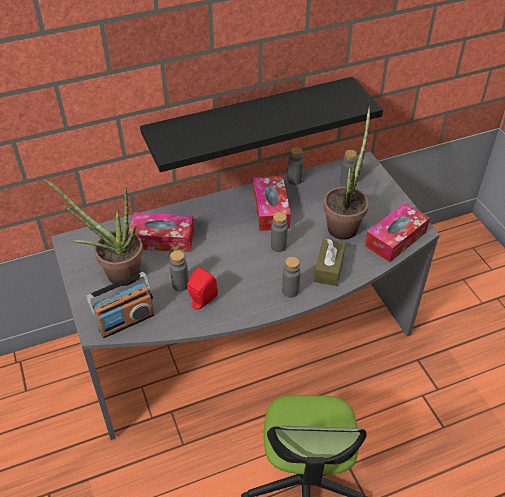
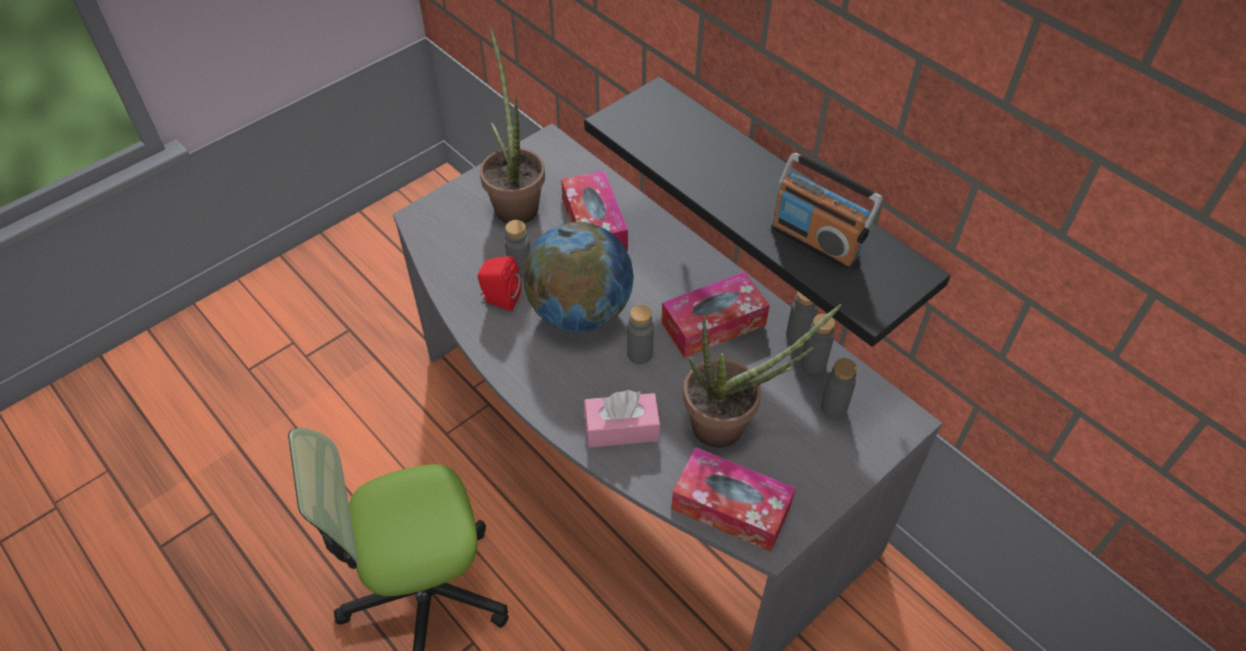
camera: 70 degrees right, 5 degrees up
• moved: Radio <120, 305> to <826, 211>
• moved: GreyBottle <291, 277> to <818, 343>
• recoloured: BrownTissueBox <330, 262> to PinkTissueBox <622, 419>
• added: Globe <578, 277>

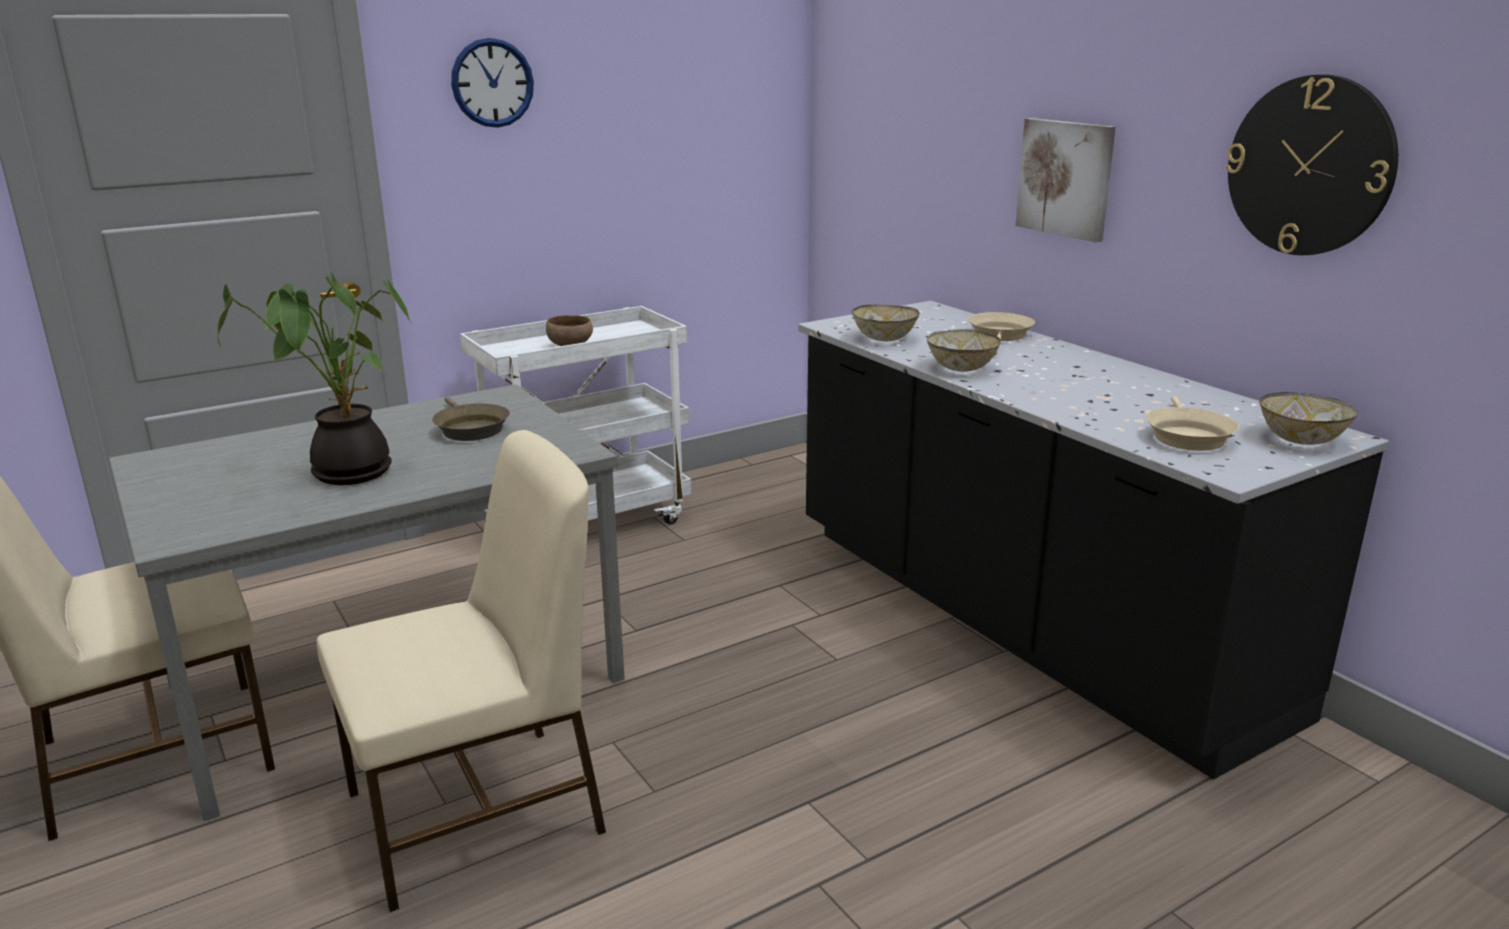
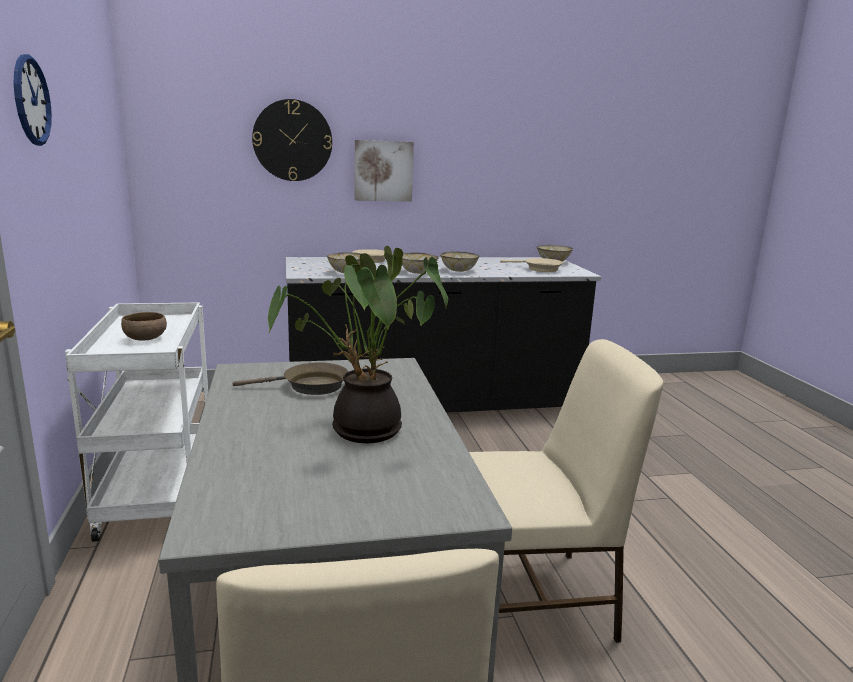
camera: 70 degrees left, 5 degrees down
• turned: BeigeChair <461, 671> = <566, 491> 90 degrees clockwise
• moved: WallClock <1312, 164> to <292, 140>
• added: Bowl <459, 261>

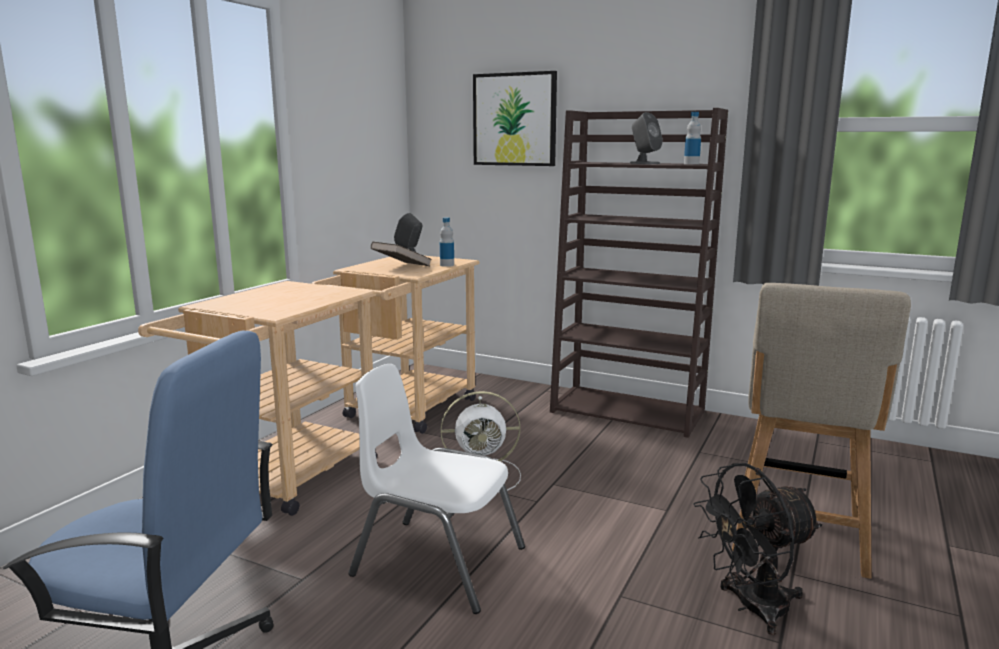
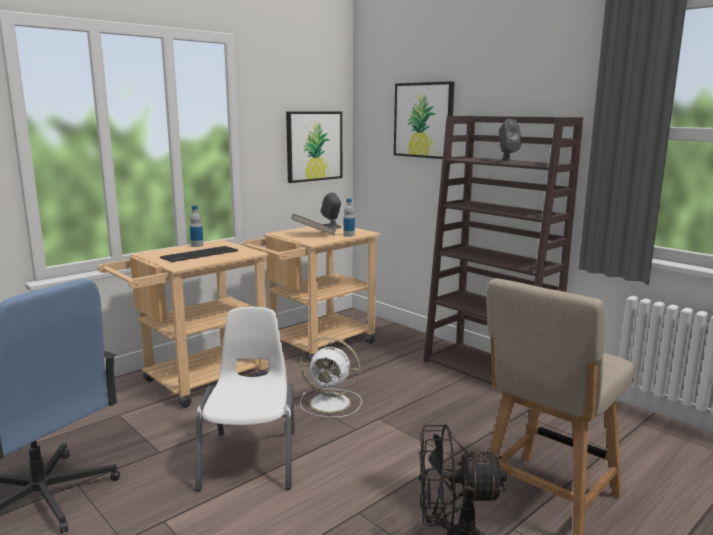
camera: 20 degrees right, 0 degrees up
• turned: WhiteChair <436, 489> = <245, 399> 45 degrees clockwise
• moved: Bottle <692, 138> to <196, 226>
• added: Keyboard <199, 254>
• added: Picture <314, 147>

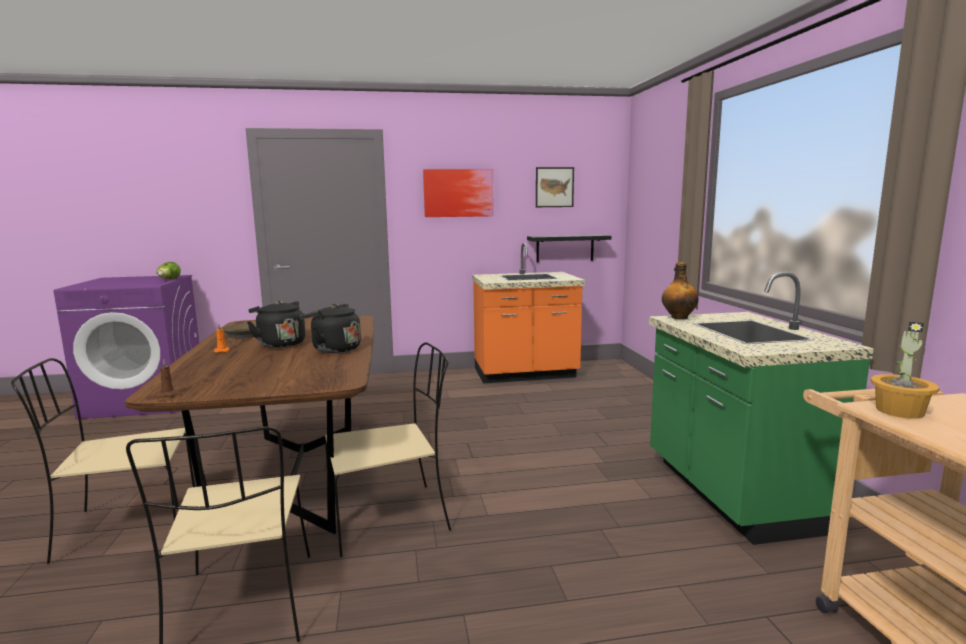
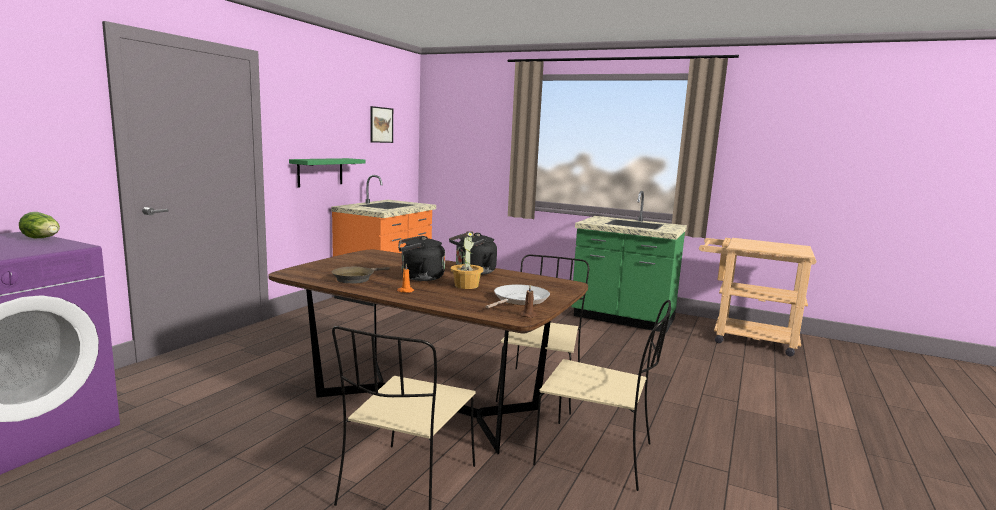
camera: 55 degrees left, 0 degrees up
• removed: Picture <458, 193>
• removed: BlackShelf <569, 248>
• removed: Bottle <680, 291>
• moved: PottedPlant <905, 370> to <467, 260>
• added: GreenShelf <327, 173>
• added: FryingPan <518, 296>

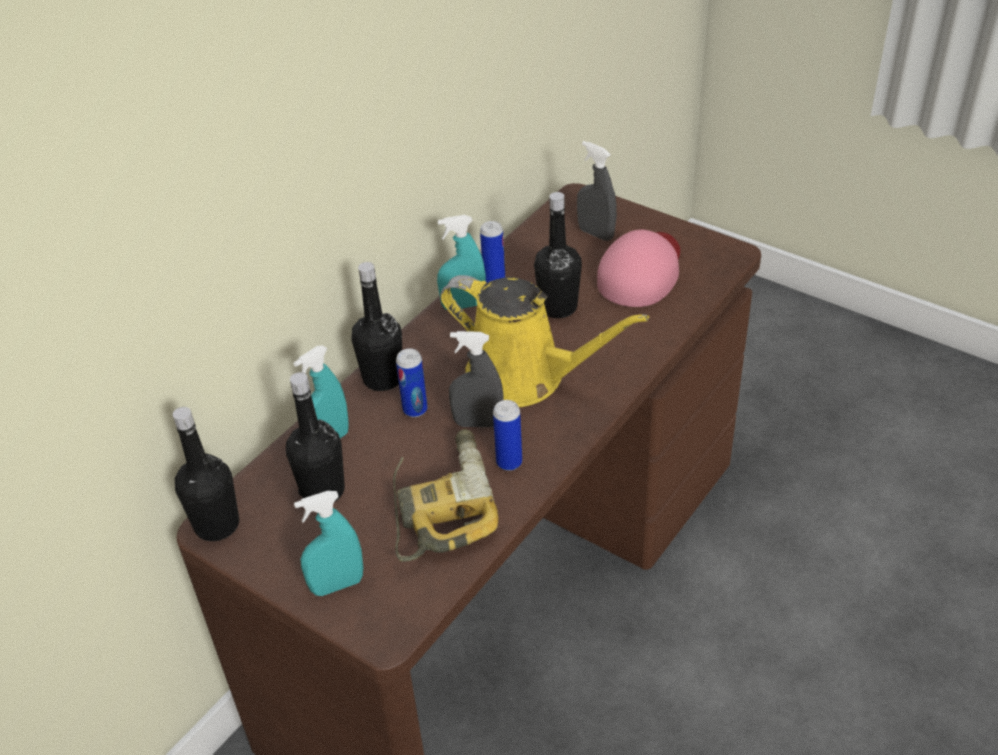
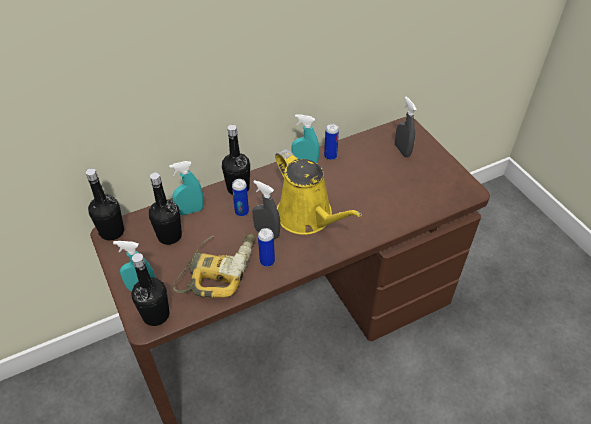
camera: 25 degrees right, 5 degrees up
• moved: BlackBottle <558, 255> to <150, 289>
• removed: PinkCap <638, 268>

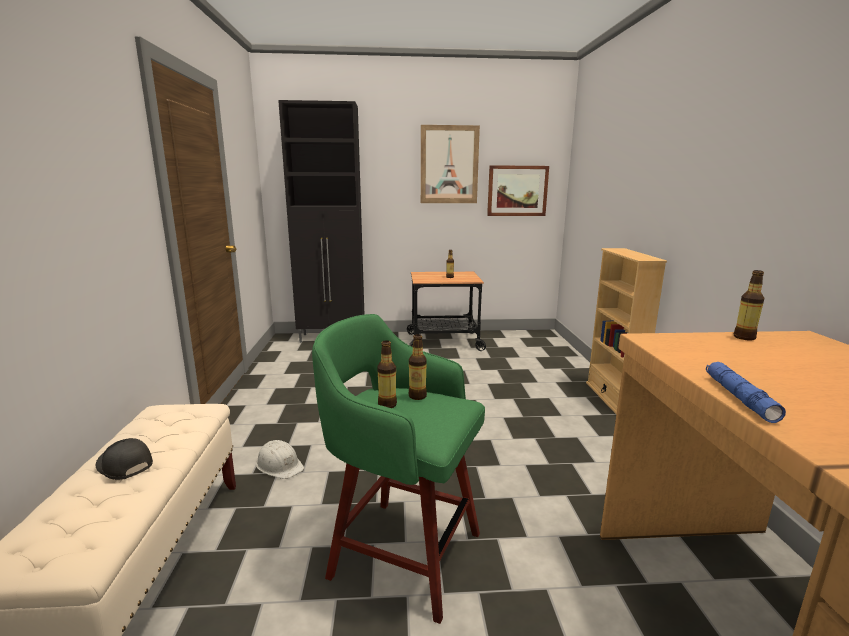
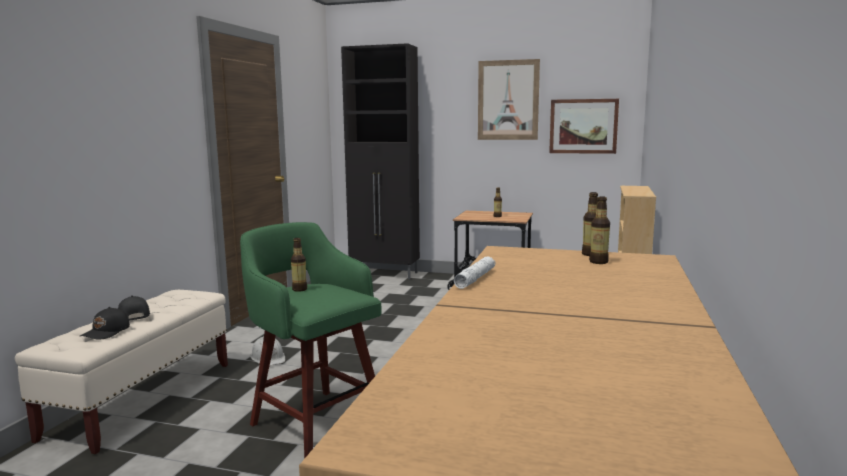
camera: 20 degrees right, 5 degrees down
• moved: Bottle <418, 367> to <599, 230>
• recoloured: BlueFlashlight <746, 392> to WhiteFlashlight <475, 272>
• added: BlackCap <105, 323>

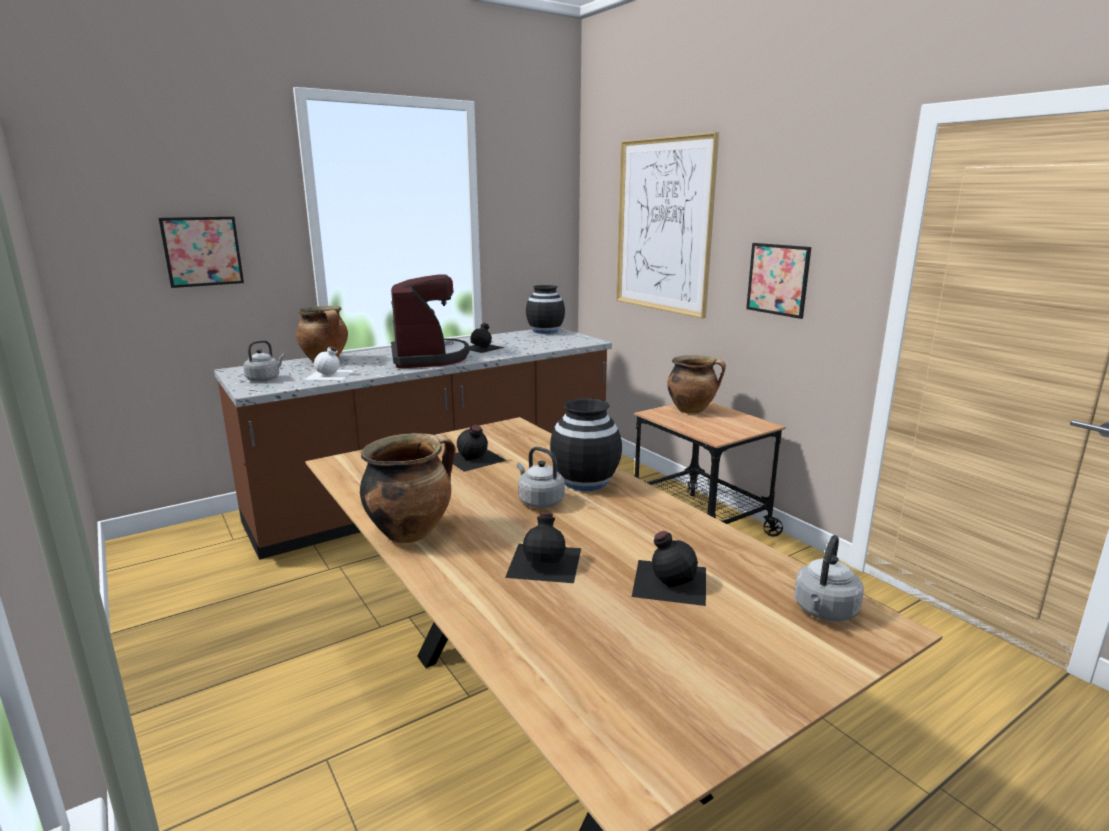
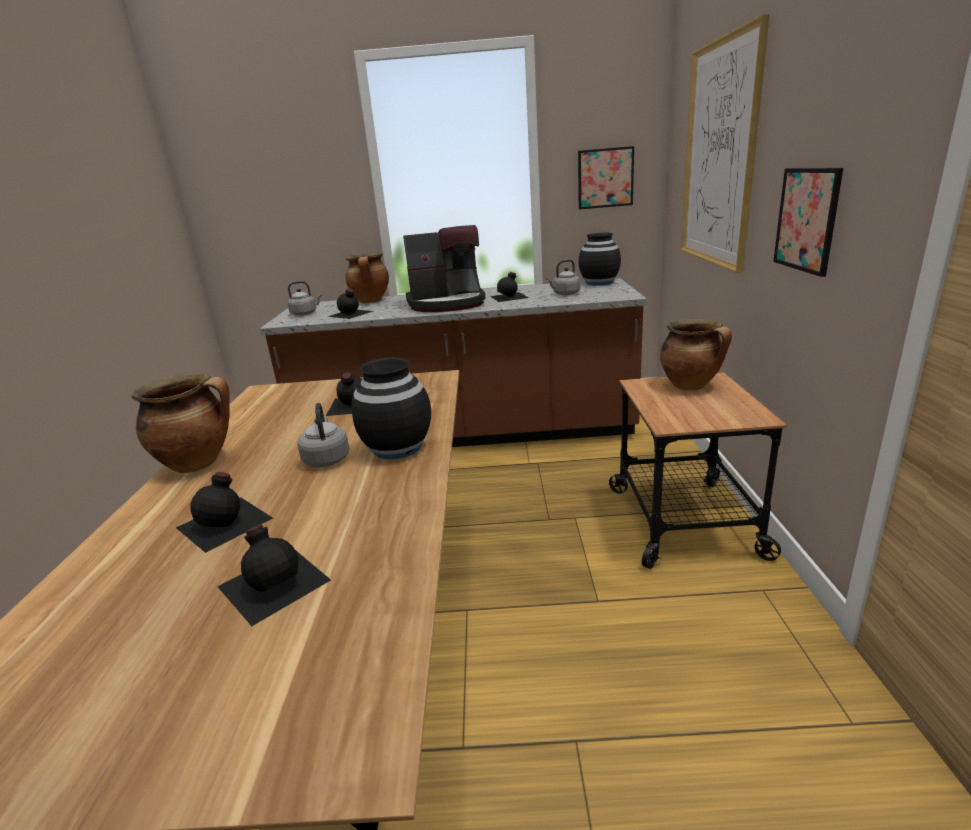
camera: 35 degrees right, 5 degrees up
• moved: Picture <201, 252> to <606, 177>
• recoloured: WhiteBottle <329, 363> to BlackBottle <350, 303>
• turned: CoffeeMachine <430, 321> = <444, 268> 60 degrees clockwise
• moved: GreyKettle <829, 578> to <563, 277>

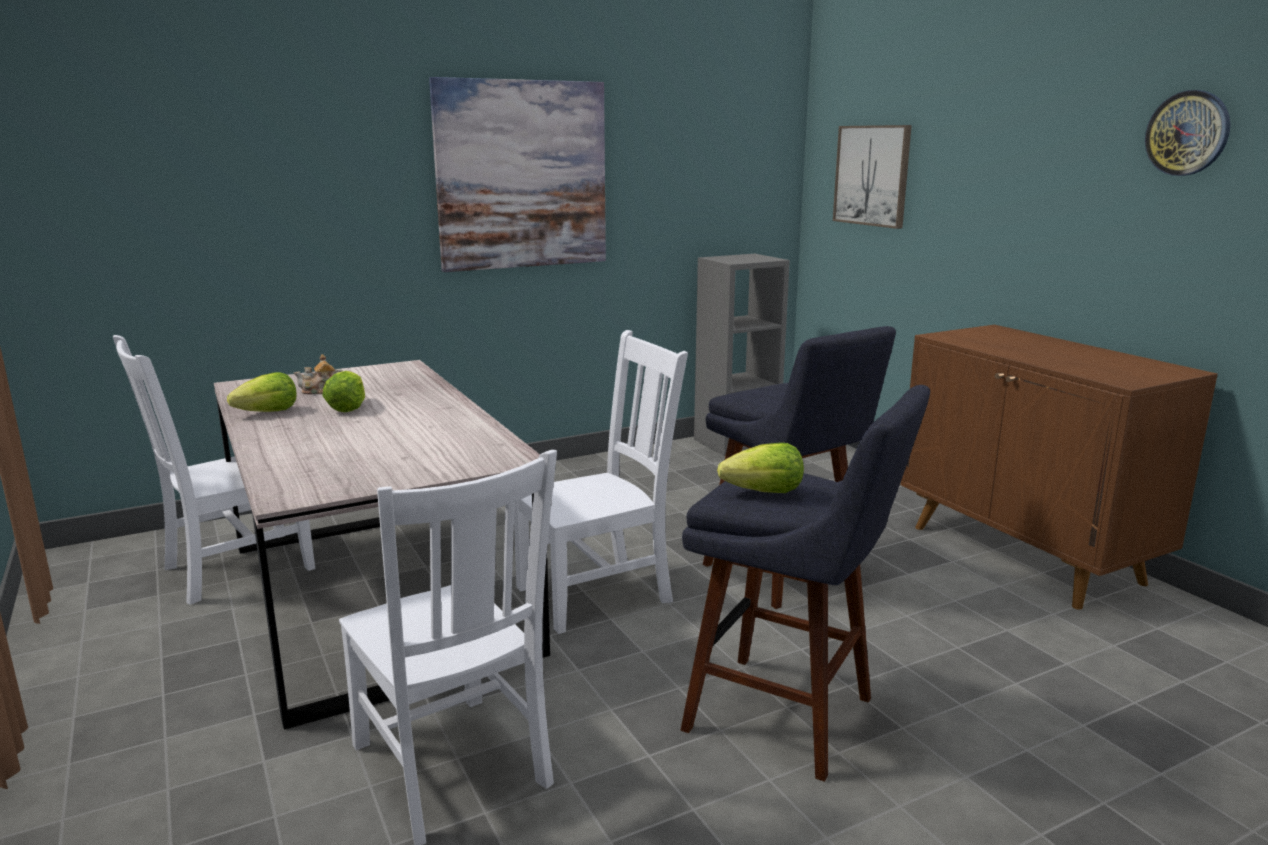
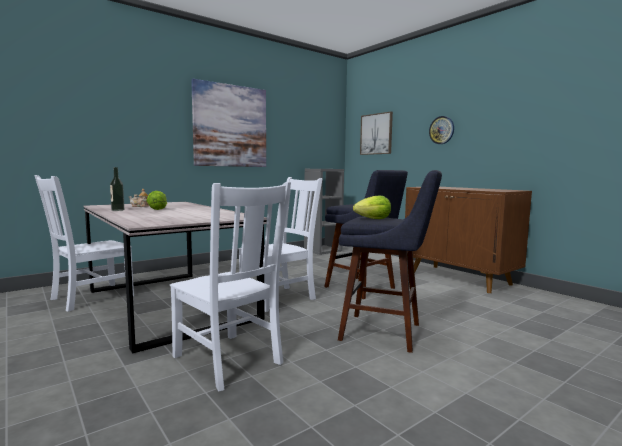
camera: 10 degrees left, 10 degrees down
• replaced: Lettuce <262, 392> to Bottle <117, 189>
• moved: WallClock <1187, 133> to <441, 130>

